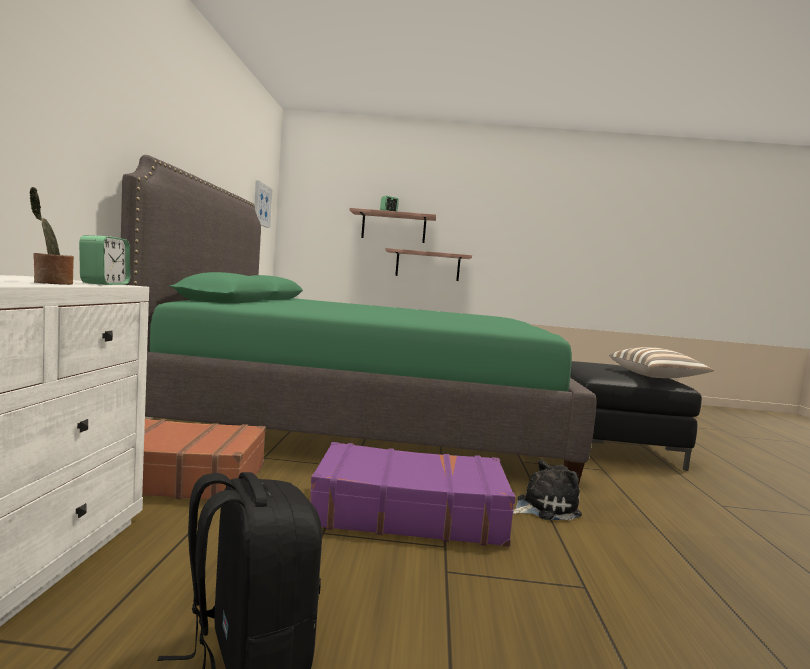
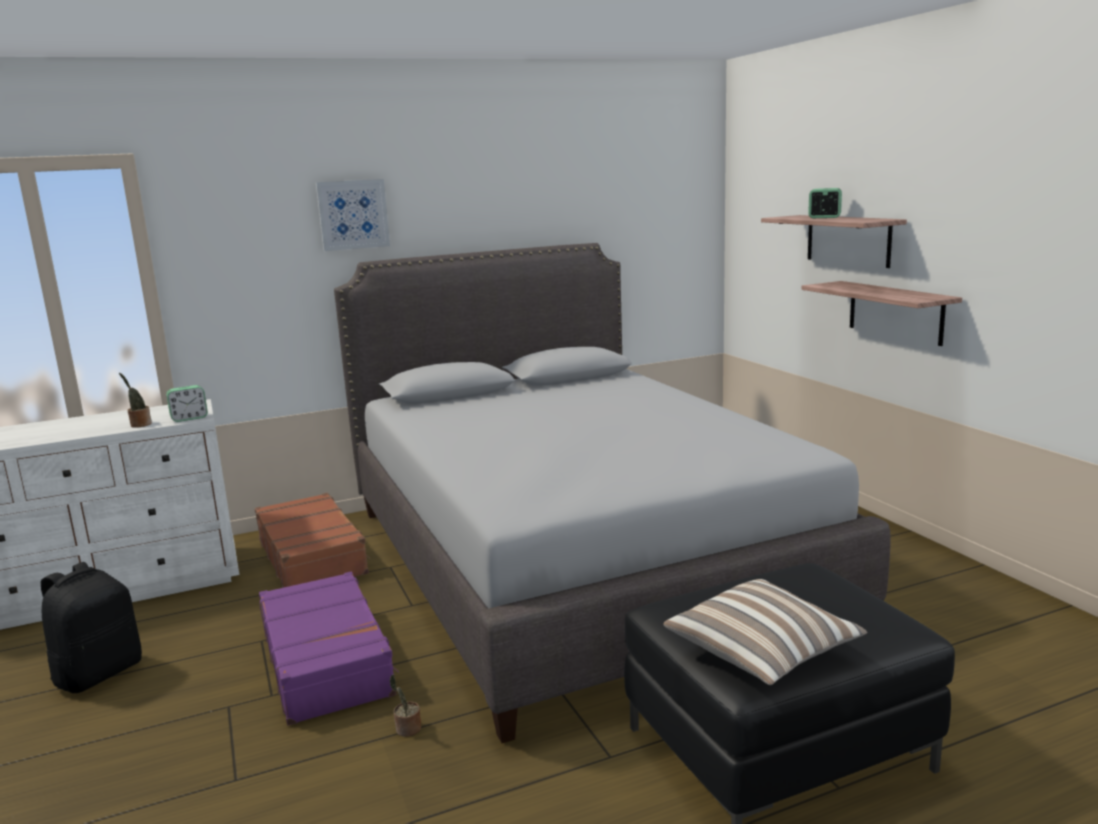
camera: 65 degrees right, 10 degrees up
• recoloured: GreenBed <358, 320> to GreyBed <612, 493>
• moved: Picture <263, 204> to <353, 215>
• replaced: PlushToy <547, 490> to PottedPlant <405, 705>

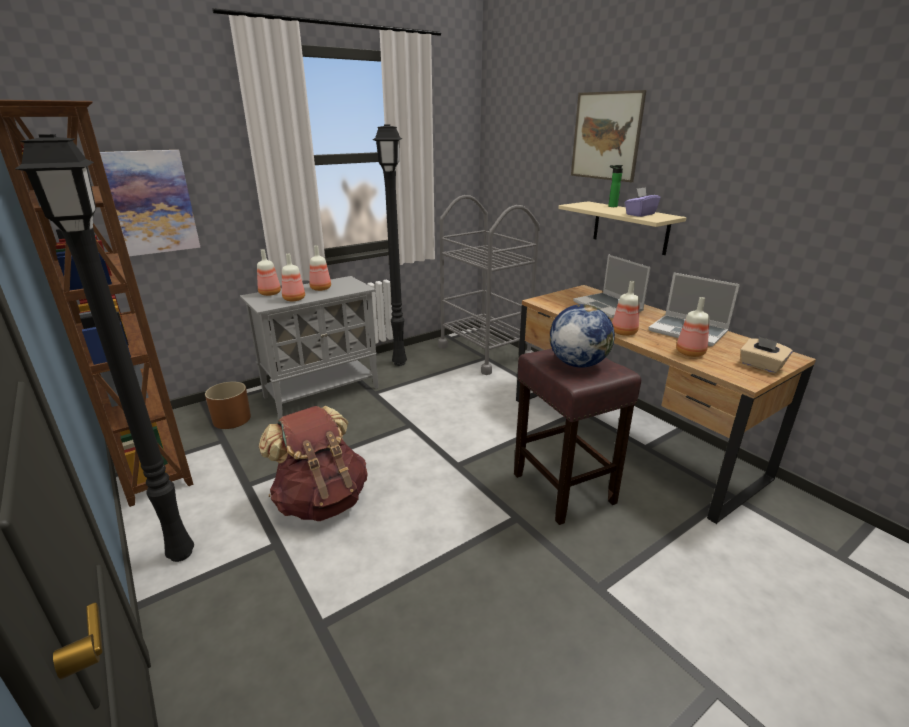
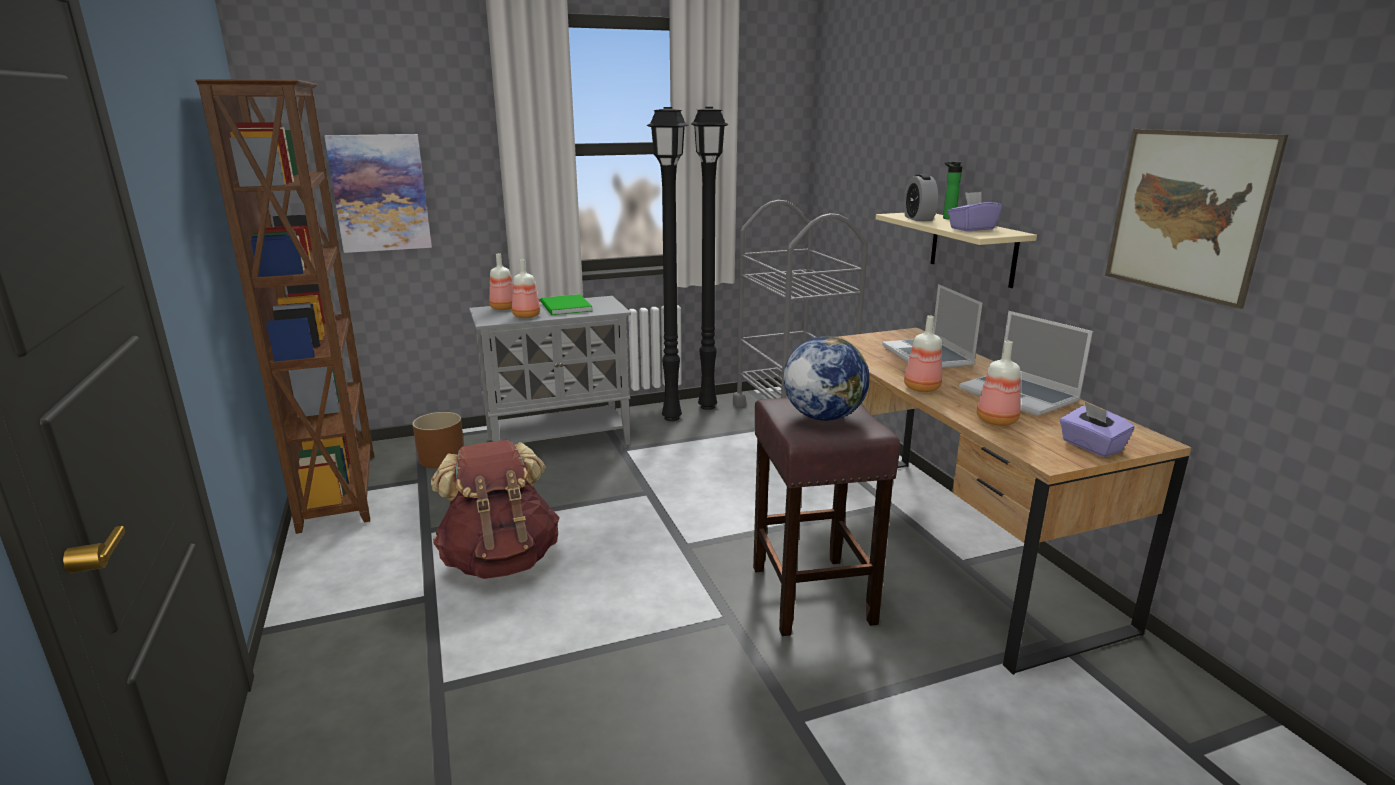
camera: 15 degrees right, 5 degrees down
• moved: BlackFloorLamp <104, 348> to <710, 258>
• replaced: Bottle <320, 268> to GreenBook <566, 304>
• moved: Picture <608, 136> to <1196, 219>
• recoloured: BeigeTissueBox <767, 355> to PurpleTissueBox <1097, 429>
• added: AlarmClock <921, 197>

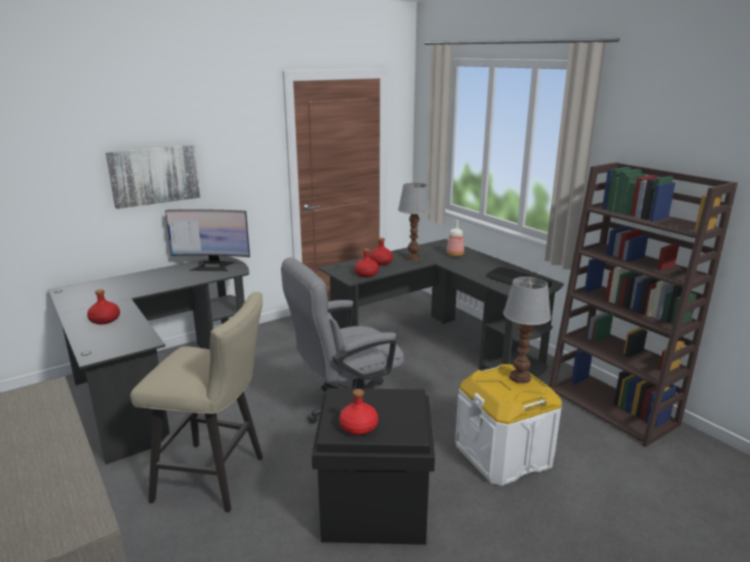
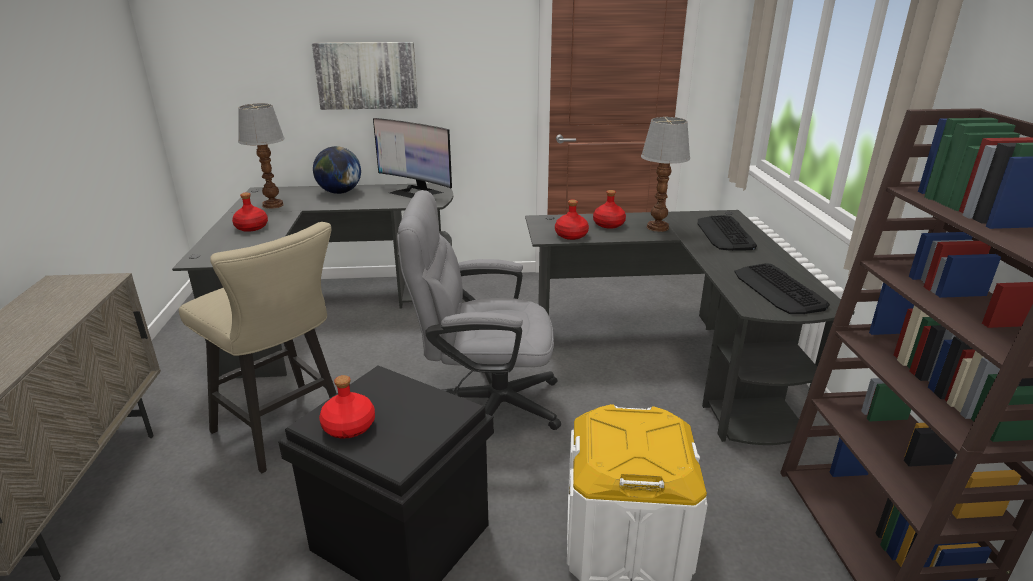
camera: 30 degrees right, 5 degrees up
• replaced: Bottle <455, 238> to Keyboard <727, 233>
• moved: TableLamp <527, 330> to <261, 156>
• added: Globe <337, 170>

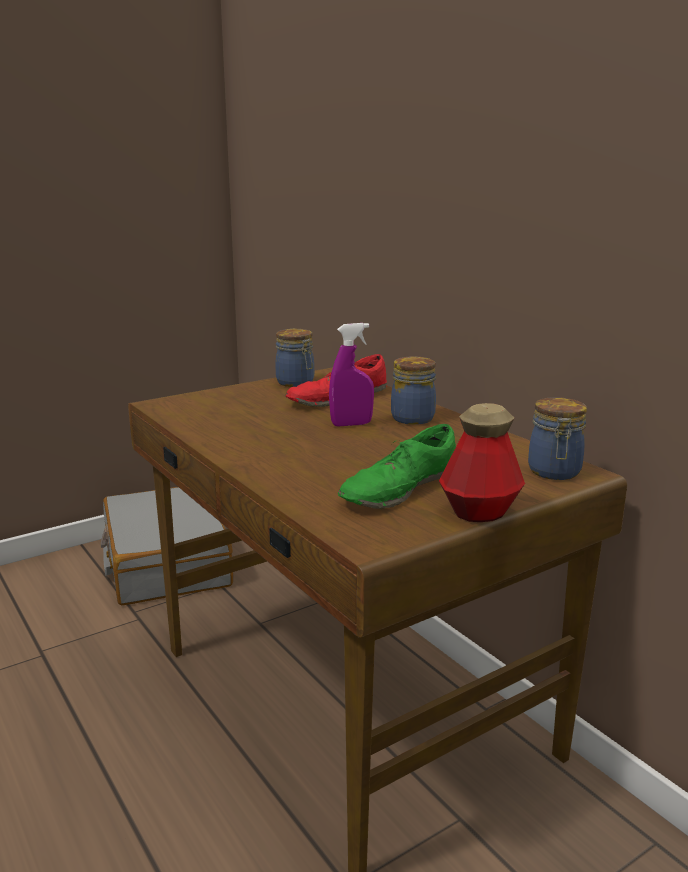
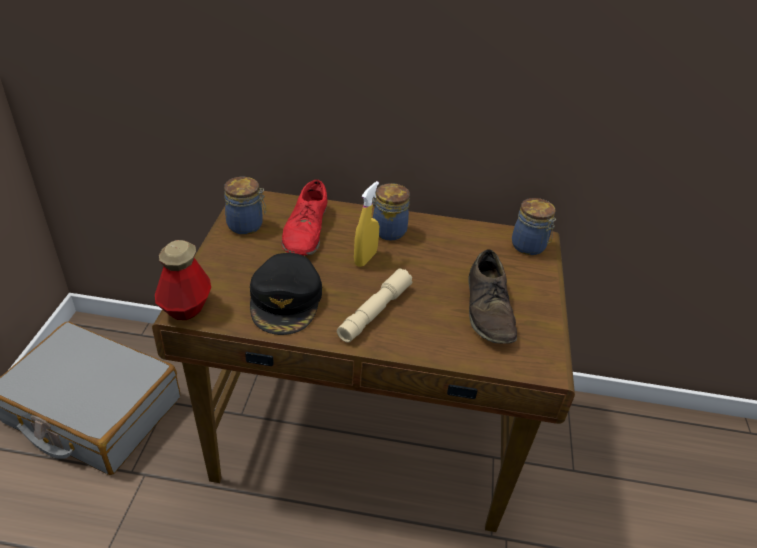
camera: 50 degrees left, 20 degrees up
• recoloured: PurpleSprayBottle <351, 375> to YellowSprayBottle <366, 224>
• recoloured: GreenShoe <397, 466> to BrownShoe <492, 296>
• moved: Bottle <482, 462> to <183, 280>
• added: BlackCap <286, 294>
• added: BeigeFlashlight <374, 305>

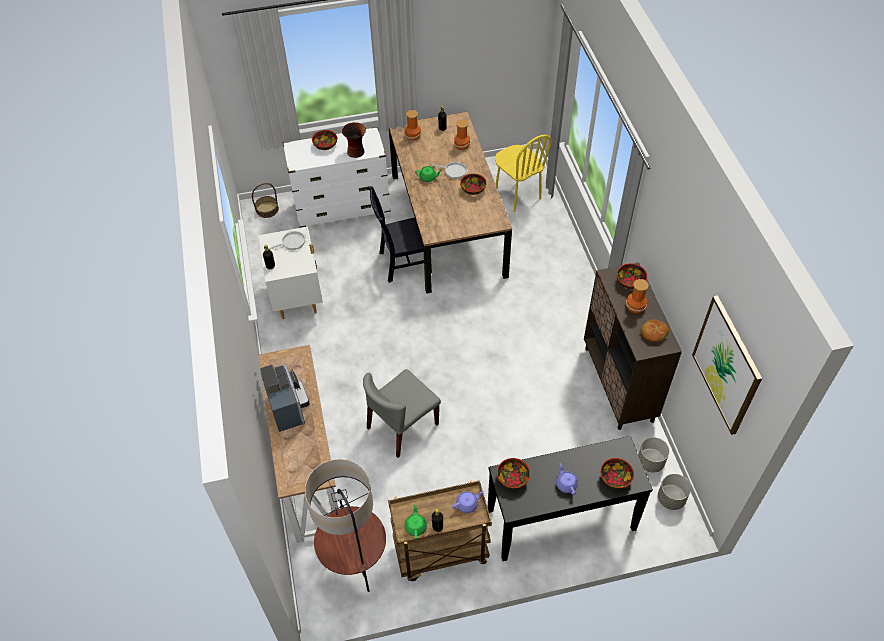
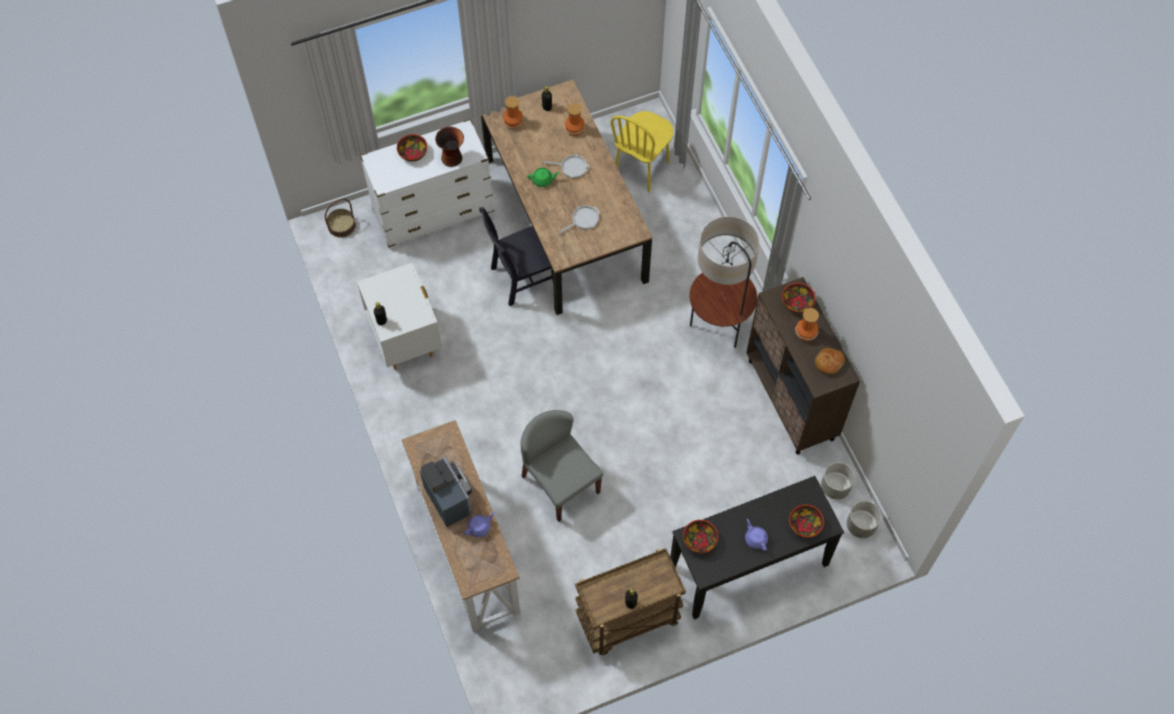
camera: 10 degrees left, 10 degrees up
• moved: FryingPan <287, 240> to <579, 219>
• moved: FloorLamp <345, 525> to <724, 282>
• turned: GreyChair <402, 413> = <562, 466> 105 degrees clockwise
• removed: GreenTeapot <416, 521>
• moved: PurpleTeapot <468, 502> to <479, 524>
• removed: Bowl <473, 184>
• turned: YellowChair <523, 173> = <641, 151> 75 degrees clockwise
• removed: Picture <727, 365>

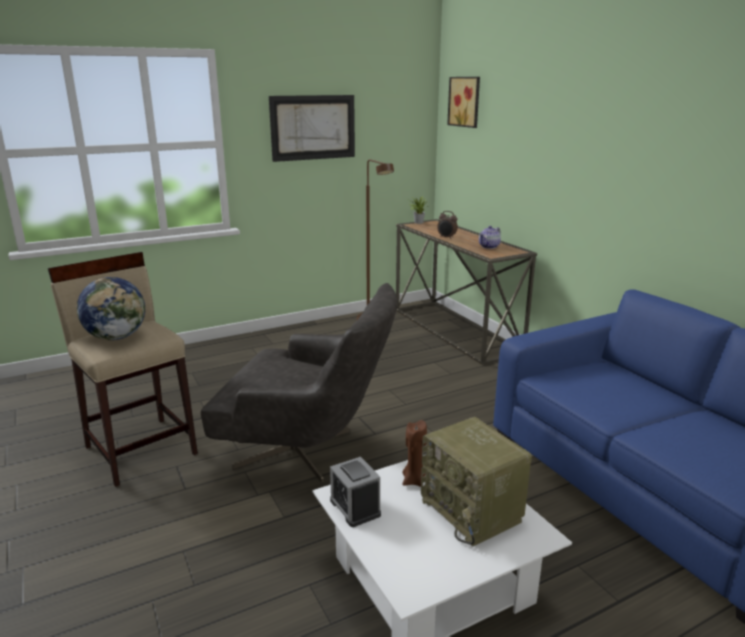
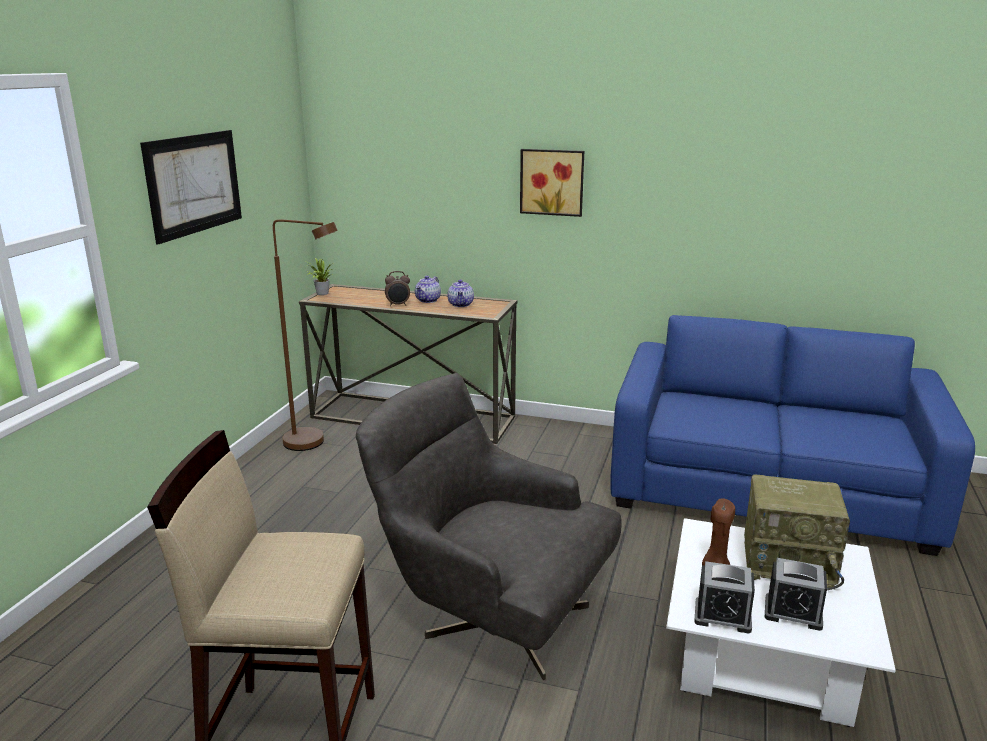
camera: 45 degrees left, 0 degrees up
• removed: Globe <110, 308>
• turned: GreyArmchair <299, 383> = <489, 526> 120 degrees counterclockwise
• moved: Picture <463, 102> to <552, 183>
• added: Teapot <428, 289>
• added: AlarmClock <796, 594>

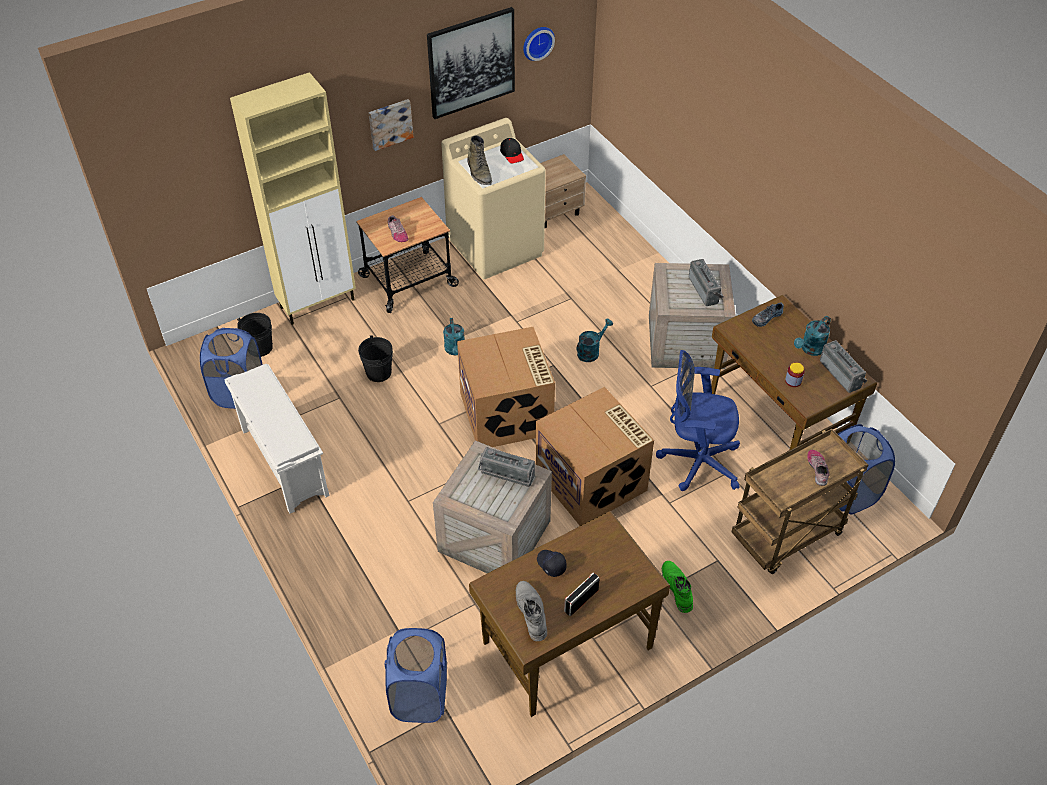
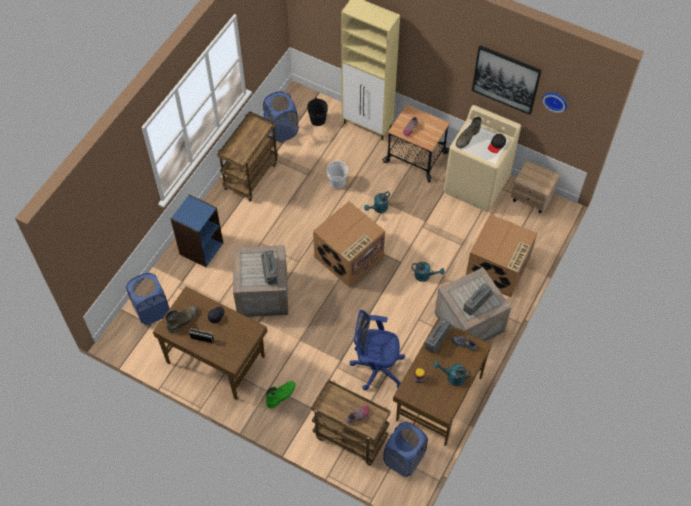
camera: 60 degrees right, 10 degrees up
• replaced: WhiteShoeRack <277, 438> to BrownCart <247, 156>
• recoloured: BlackBucket <375, 359> to WhiteBucket <337, 175>
• removed: Picture <391, 125>
• recoloured: GreyBoot <531, 611> to GreenBoot <181, 319>
• moved: CardboardBox <595, 456> to <501, 255>
• turned: BlueOfficeChair <698, 420> = <377, 350> 60 degrees counterclockwise
• moved: Radio <843, 366> to <438, 335>
• added: BlueBookcase <196, 231>

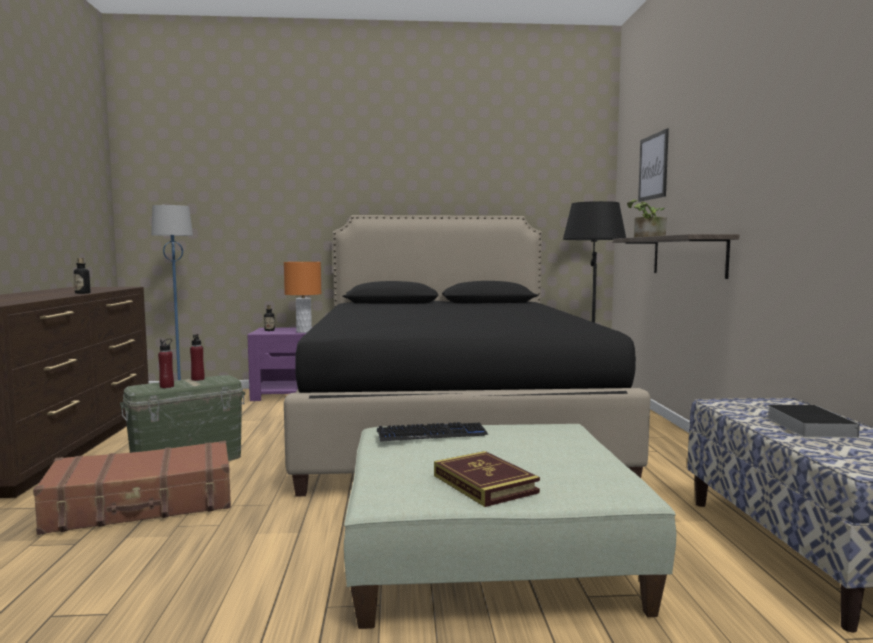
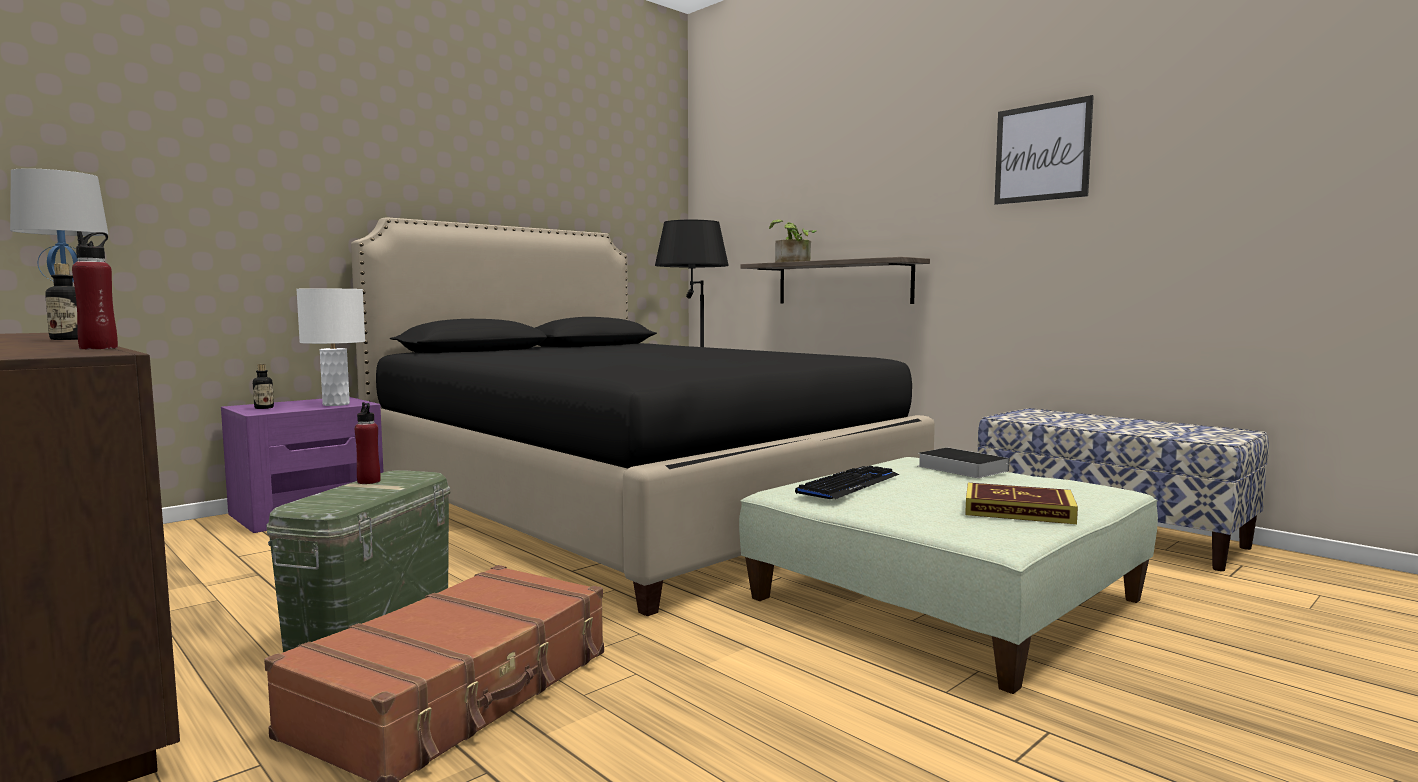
camera: 40 degrees left, 0 degrees up
• moved: RedBottle <166, 363> to <95, 290>
• recoloured: OrangeTableLamp <303, 297> to WhiteTableLamp <330, 347>
• moved: Picture <653, 165> to <1044, 150>
• moved: Book <813, 421> to <963, 463>

